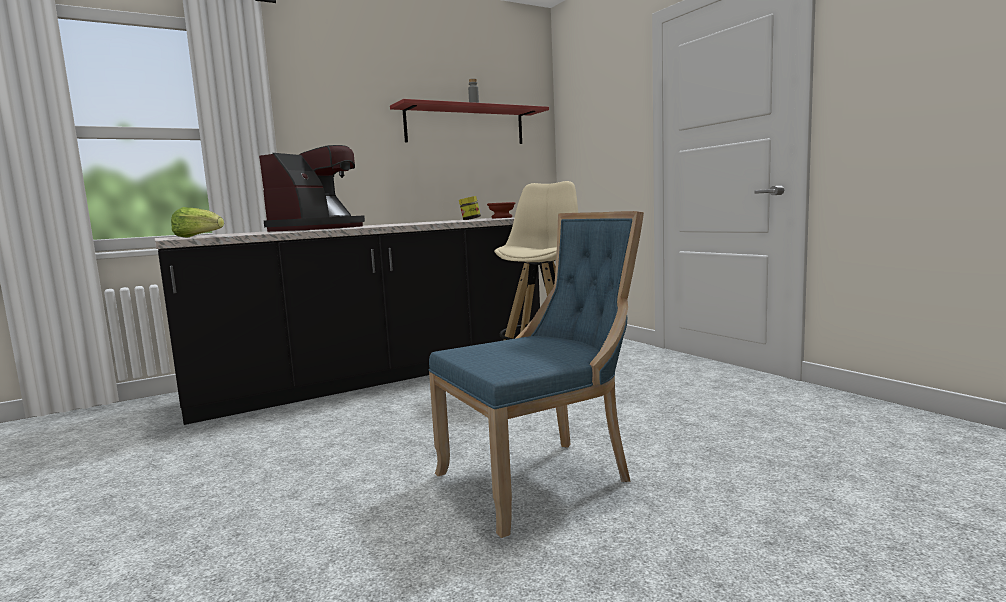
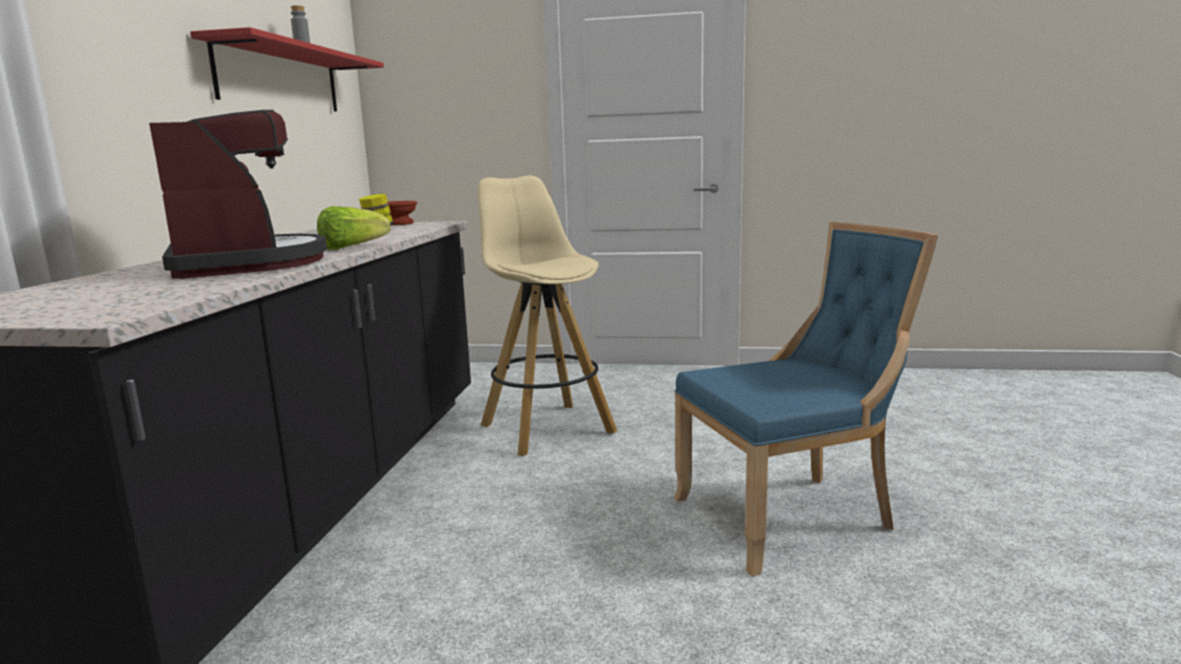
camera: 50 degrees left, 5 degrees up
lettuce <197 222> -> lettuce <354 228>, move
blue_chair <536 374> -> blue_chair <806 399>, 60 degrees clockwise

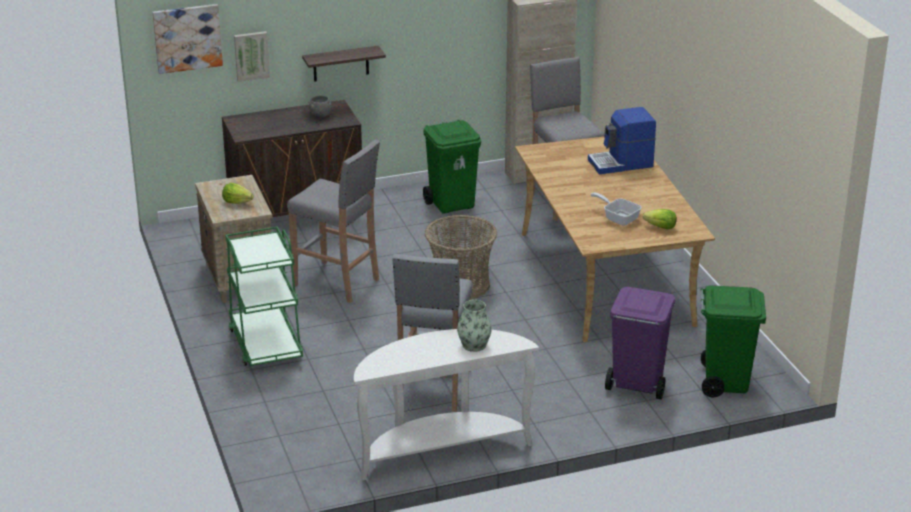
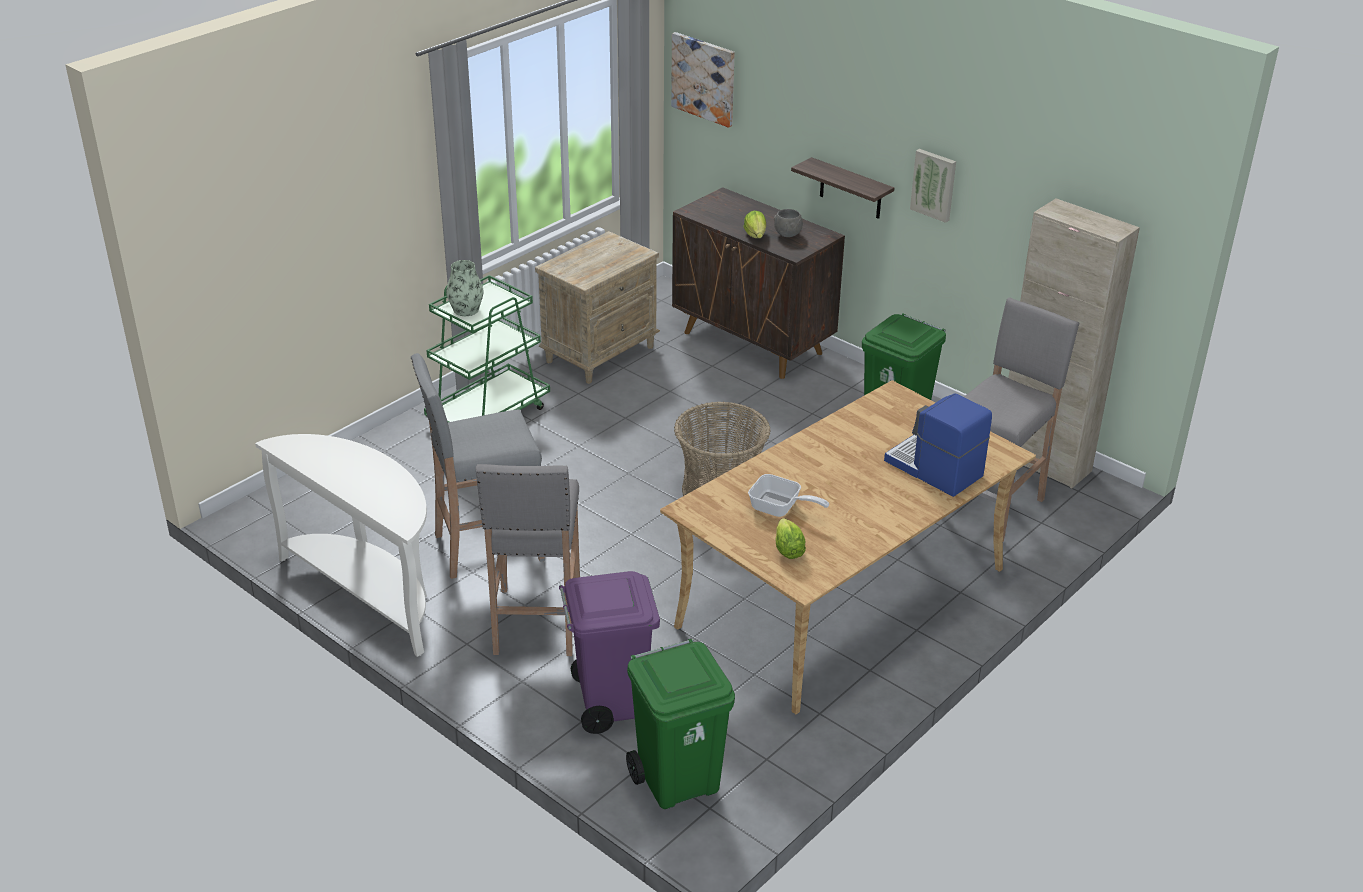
camera: 60 degrees right, 5 degrees up
lettuce <238 193> -> lettuce <754 224>, move
picture <252 56> -> picture <933 186>, move
grey_stool <333 221> -> grey_stool <528 560>, move
vase <474 326> -> vase <464 288>, move
frying_pan <616 209> -> frying_pan <788 495>, 105 degrees clockwise

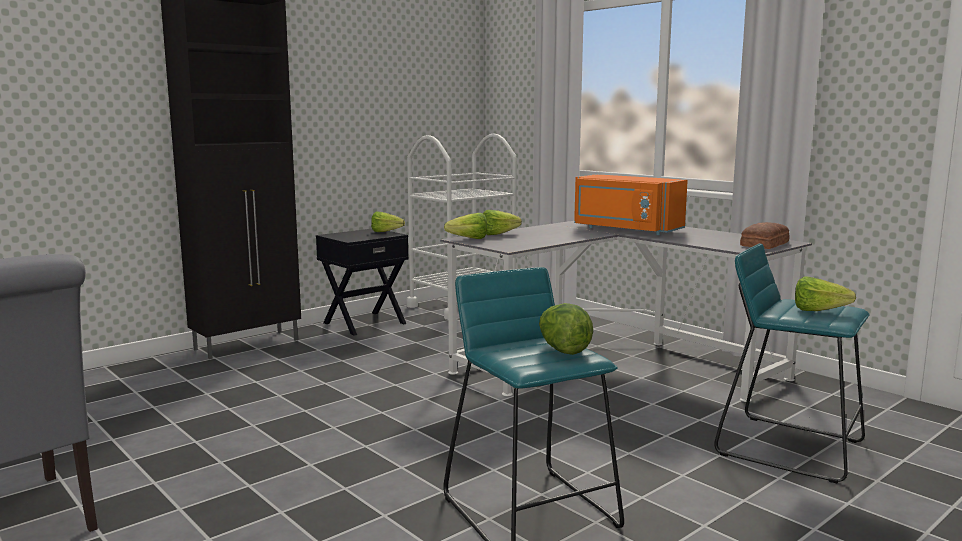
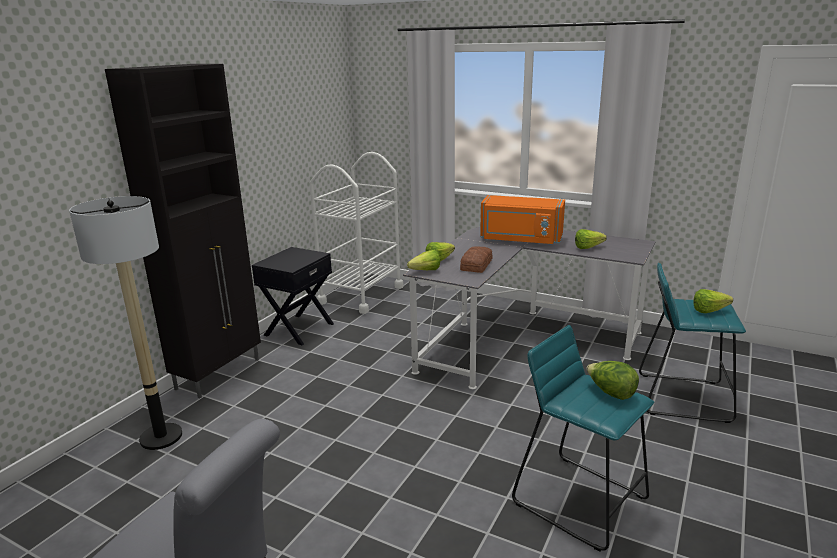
camera: 20 degrees left, 10 degrees up
lettuce <388 222> -> lettuce <591 239>, move
bread <764 235> -> bread <476 259>, move
none -> floor_lamp <125 323>

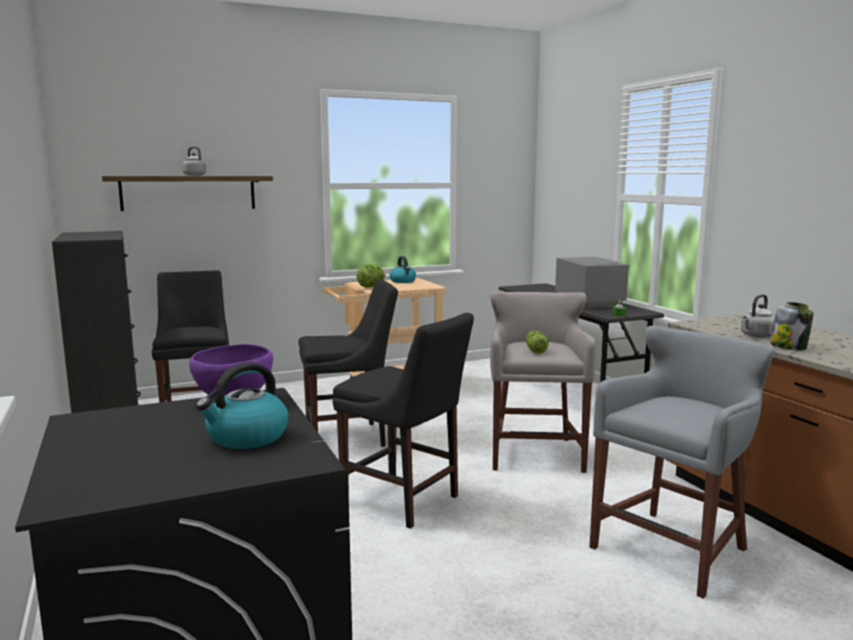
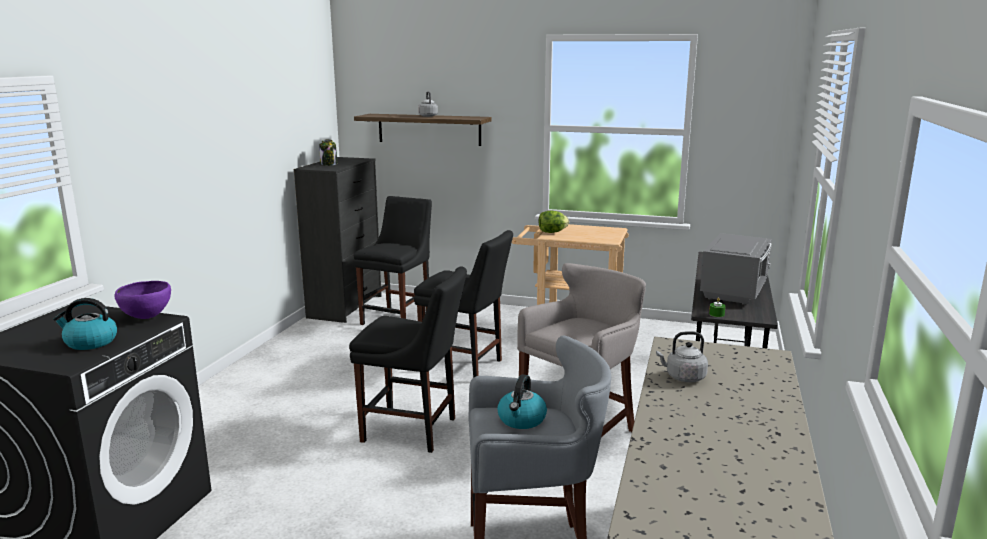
camera: 40 degrees right, 5 degrees up
black_chair <403 421> -> black_chair <408 360>, 60 degrees counterclockwise
kettle <402 269> -> kettle <522 401>, move
lettuce <537 342> -> none
jar <792 326> -> jar <328 152>, move

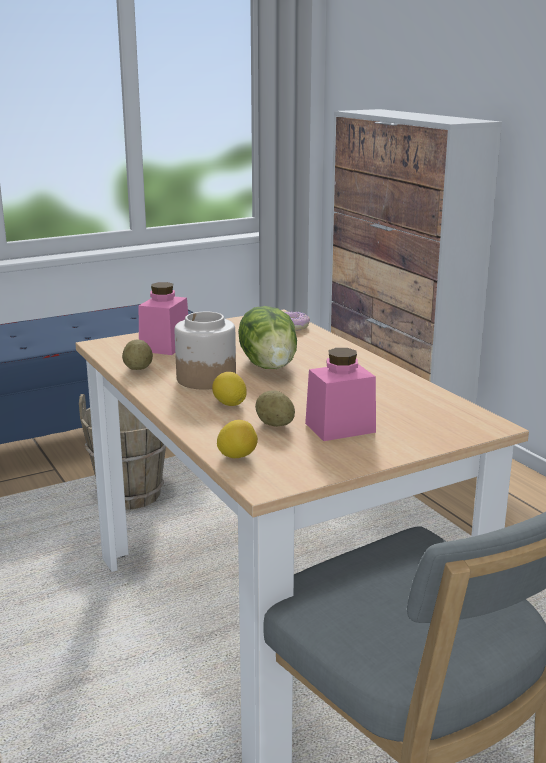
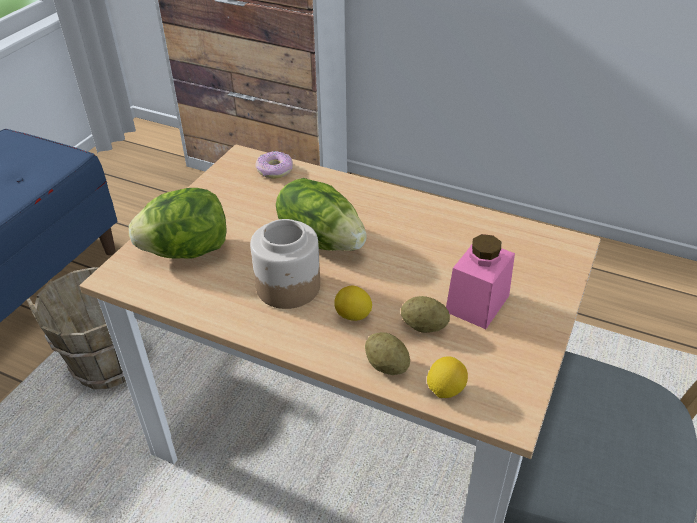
camera: 35 degrees left, 20 degrees up
potato <137 355> -> potato <387 353>, move
pink_jar <163 318> -> lettuce <178 223>

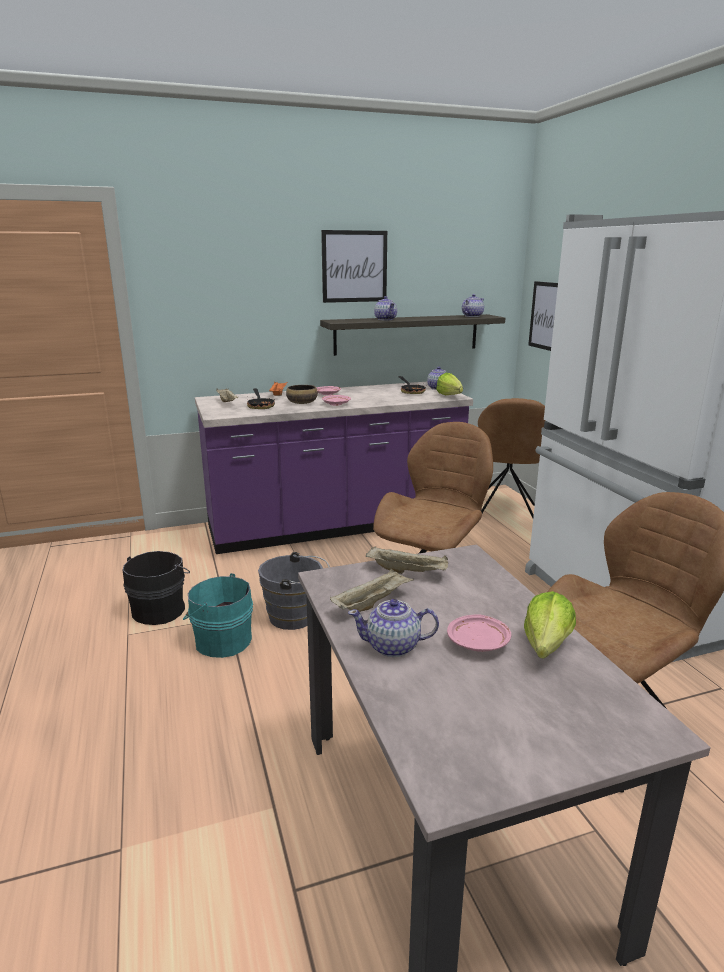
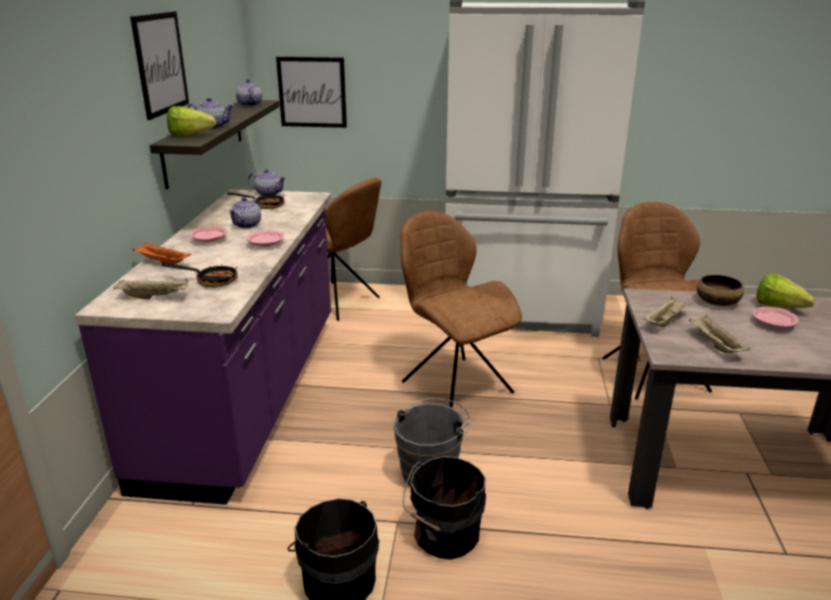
camera: 65 degrees left, 5 degrees up
turquoise_bucket <218 615> -> black_bucket <444 508>
bowl <302 394> -> bowl <720 290>, move
teapot <393 628> -> teapot <245 212>, move
lettuce <449 384> -> lettuce <191 121>, move

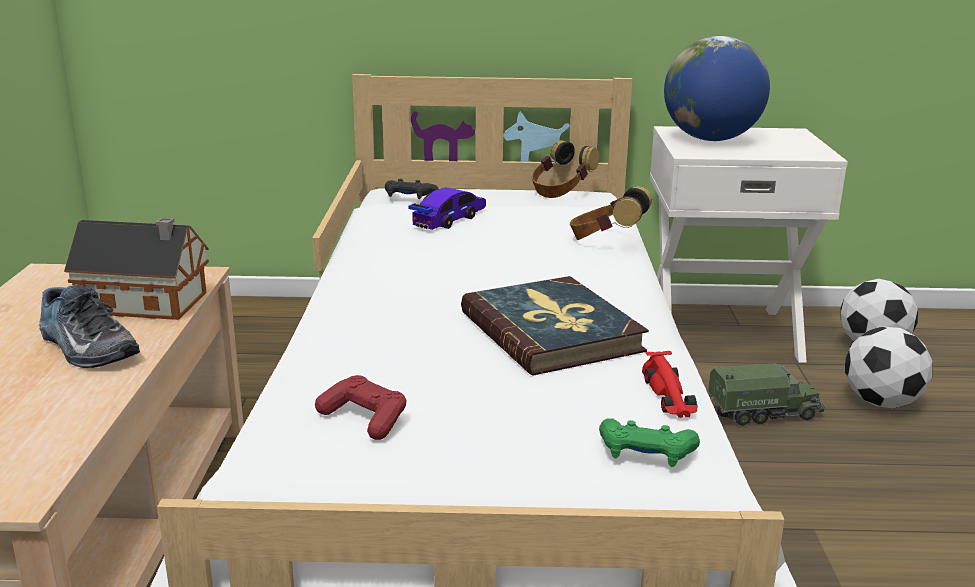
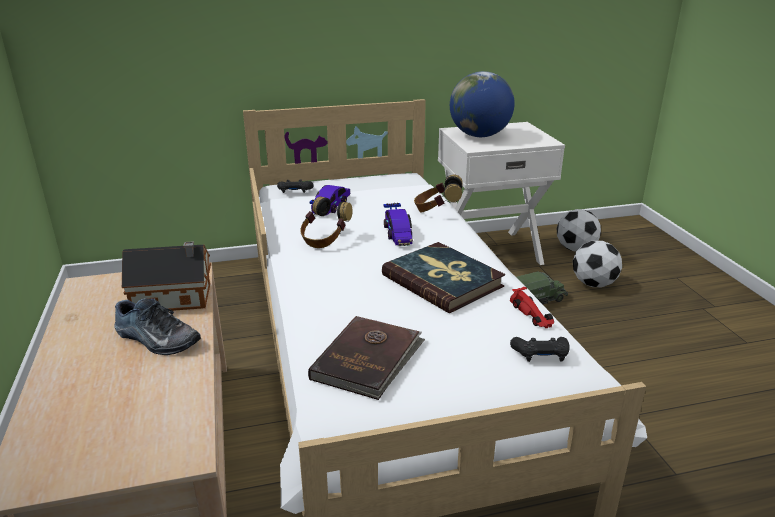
camera: 15 degrees left, 5 degrees up
red_game_controller <360 407> -> brown_book <366 358>
headphones <566 169> -> headphones <326 222>, move
green_game_controller <649 442> -> black_game_controller <540 349>
none -> toy_car <398 224>

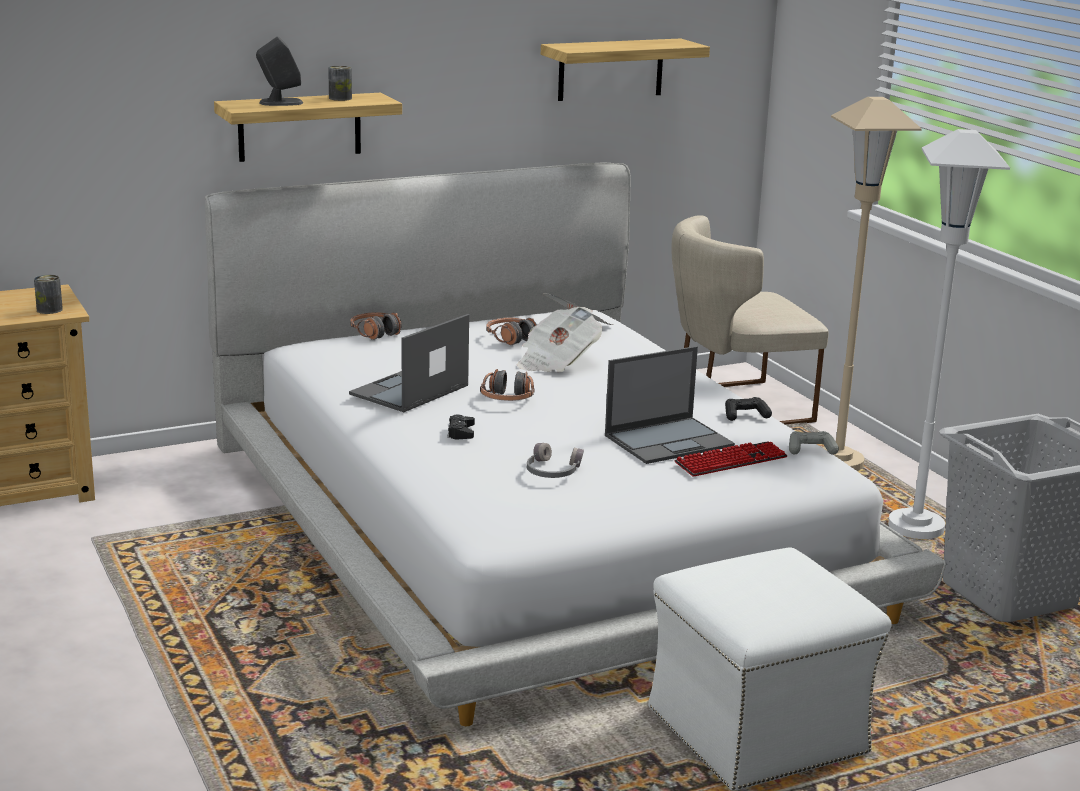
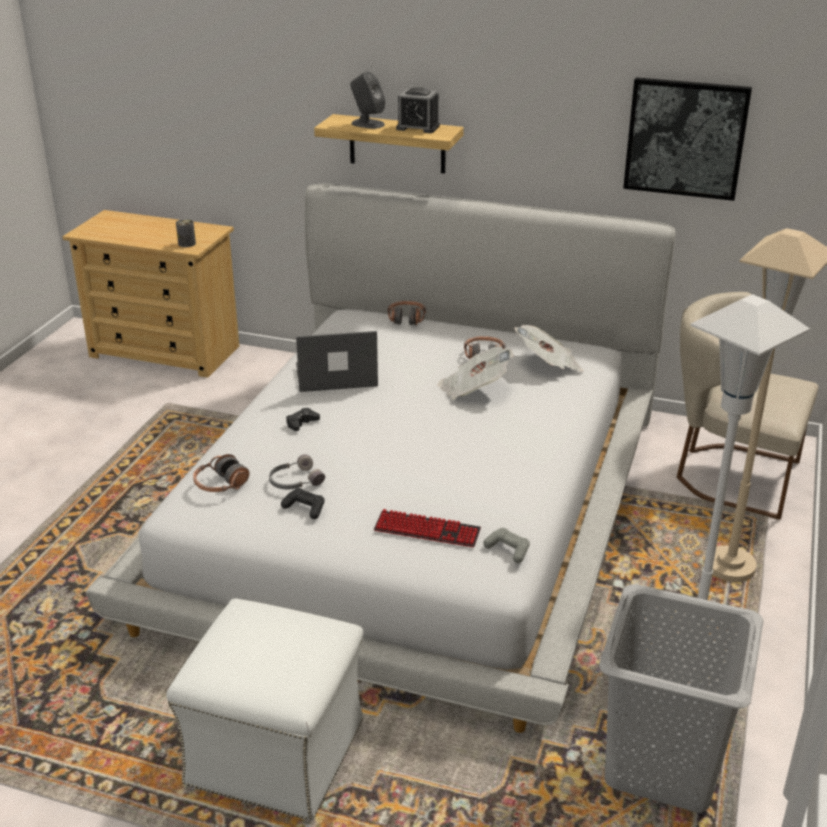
camera: 45 degrees right, 10 degrees up
can <340 83> -> alarm_clock <418 110>
headphones <507 385> -> headphones <221 473>, move
shelf <625 69> -> picture <687 139>
laptop <670 405> -> none
black_game_controller <748 409> -> black_game_controller <303 503>, move

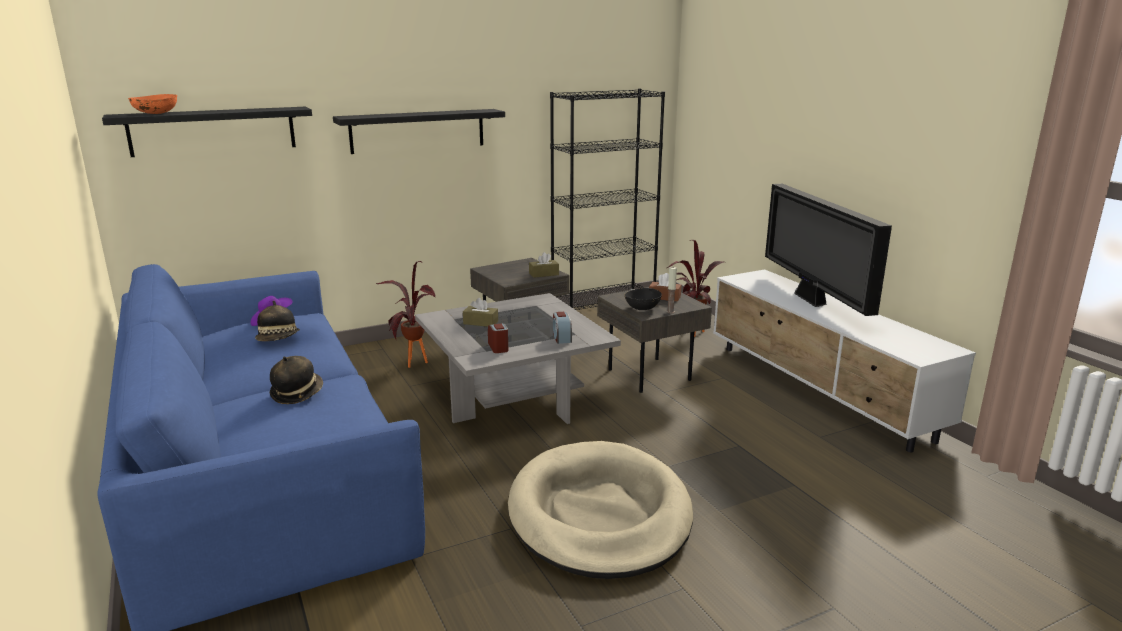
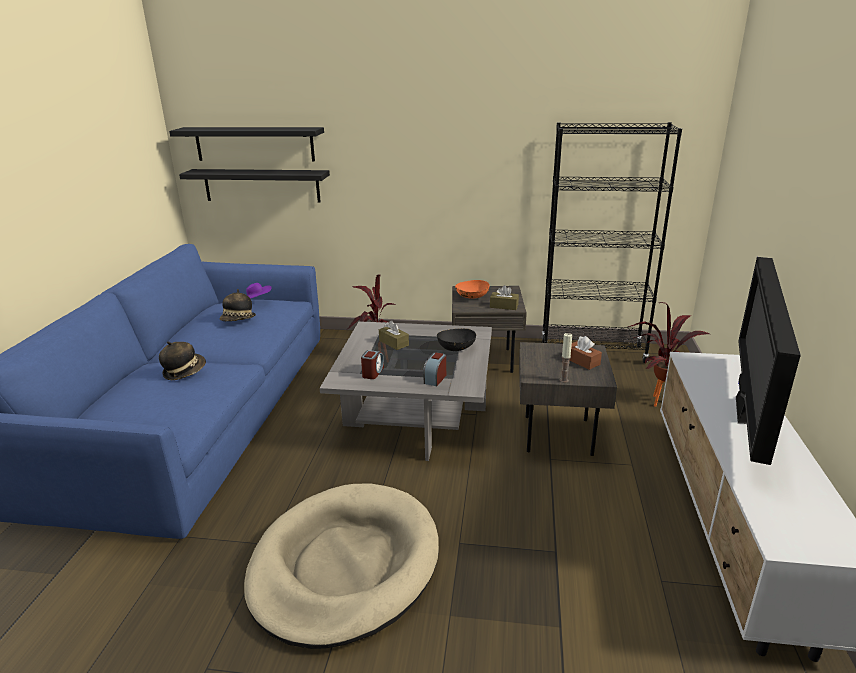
camera: 35 degrees right, 5 degrees up
orange_bowl <152 104> -> orange_bowl <472 289>, move
black_shelf <419 131> -> black_shelf <254 186>, move
black_bowl <643 299> -> black_bowl <456 339>, move

